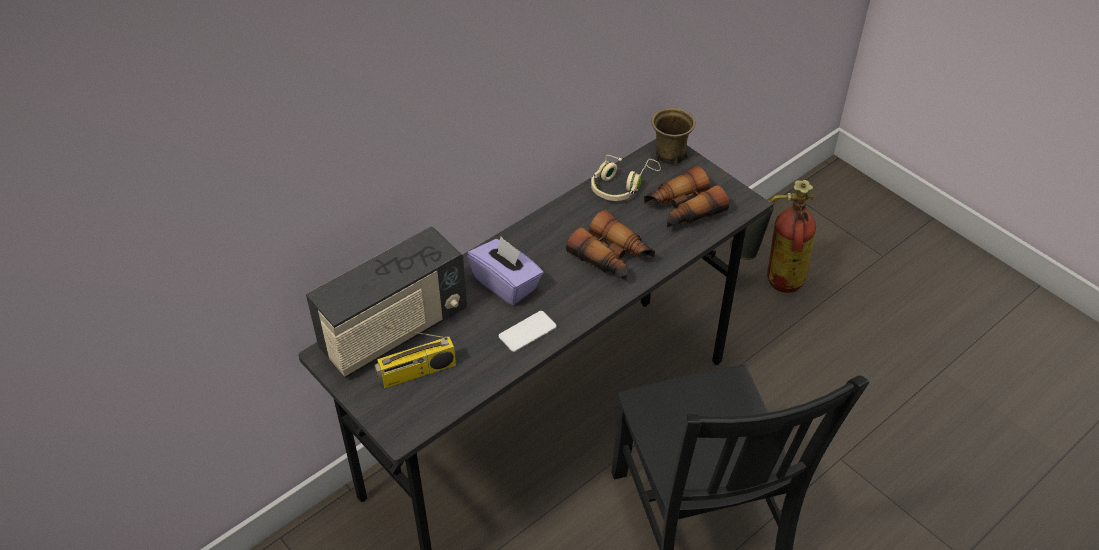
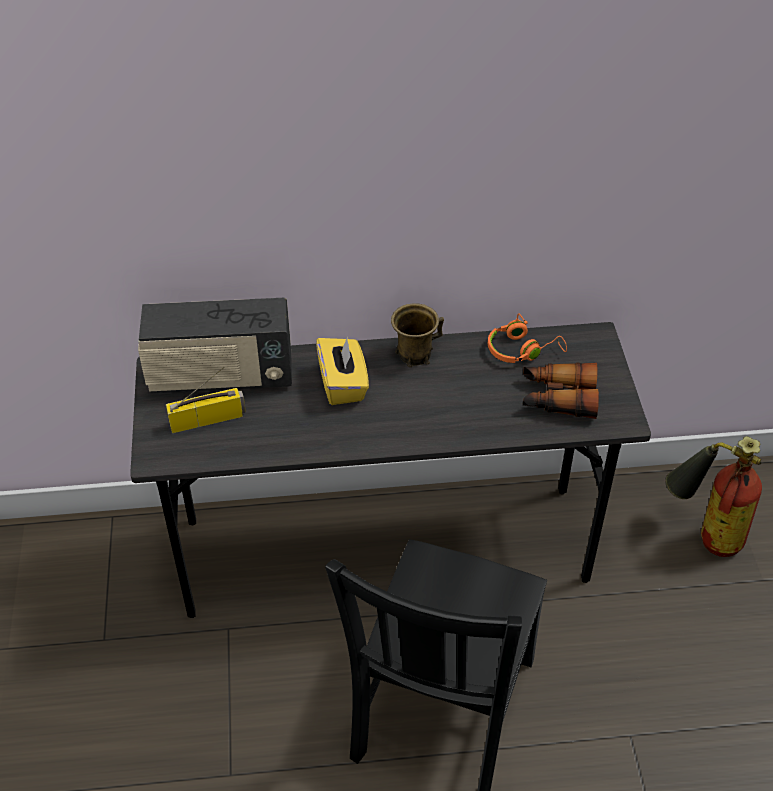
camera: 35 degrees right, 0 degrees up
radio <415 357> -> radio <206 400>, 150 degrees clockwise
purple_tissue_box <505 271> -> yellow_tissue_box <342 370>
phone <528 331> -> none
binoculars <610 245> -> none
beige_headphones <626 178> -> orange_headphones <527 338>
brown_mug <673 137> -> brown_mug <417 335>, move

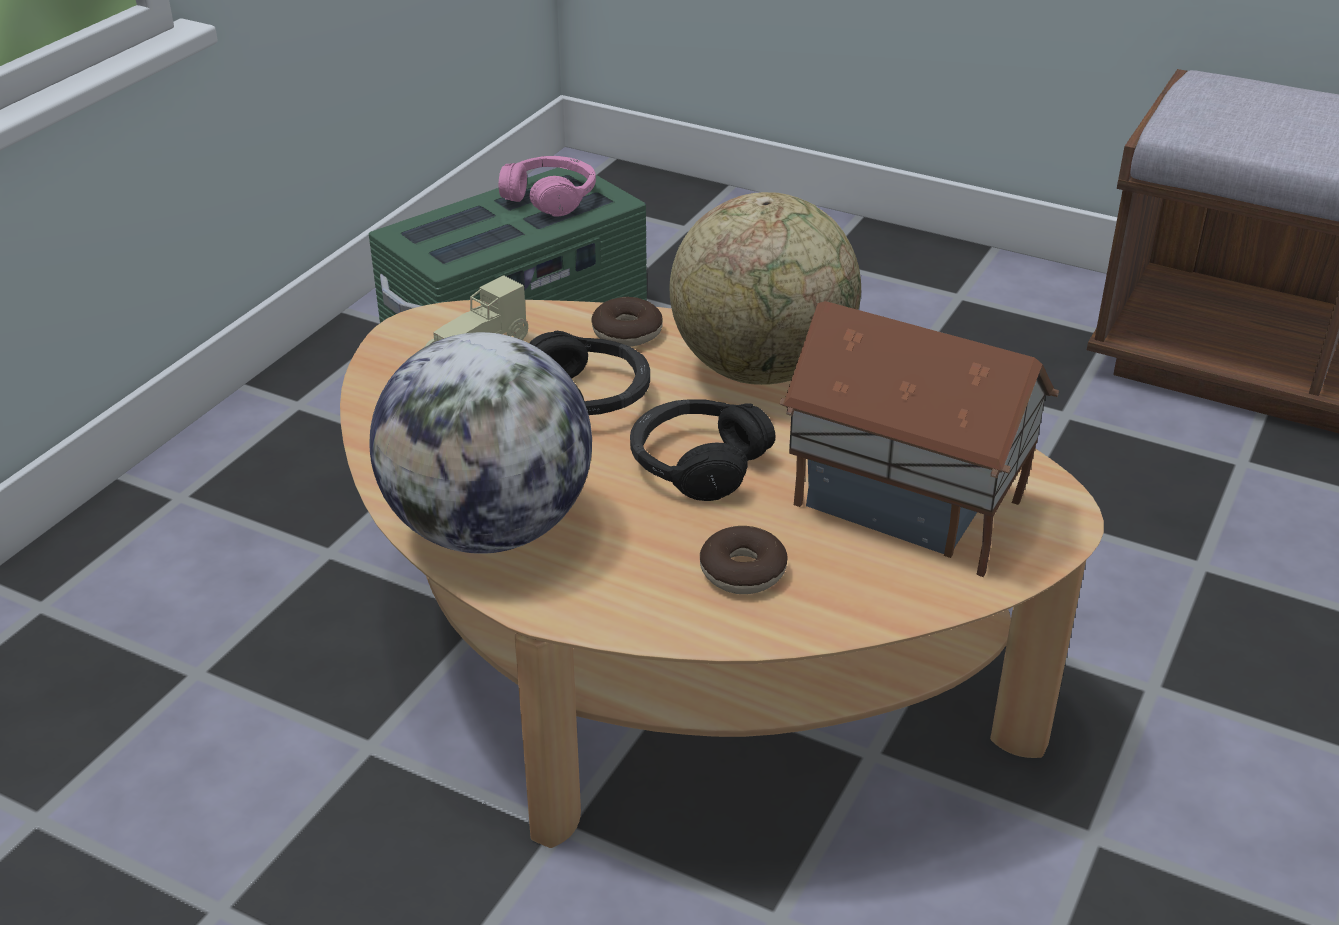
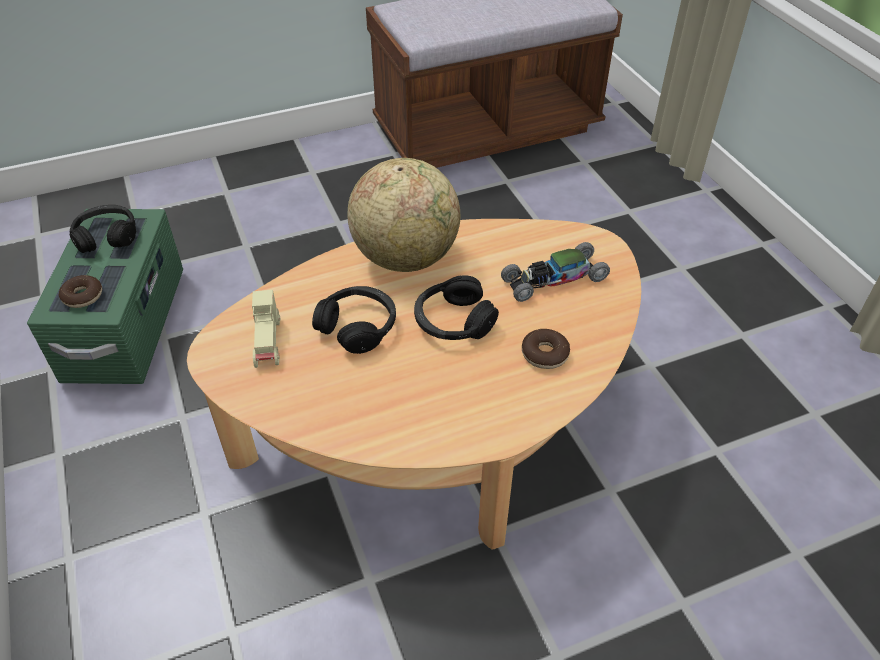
camera: 50 degrees left, 10 degrees up
globe <480 443> -> none
pink_headphones <547 186> -> black_headphones <102 229>
donut <627 322> -> donut <80 291>, move
toy_house <919 439> -> toy_car <555 272>

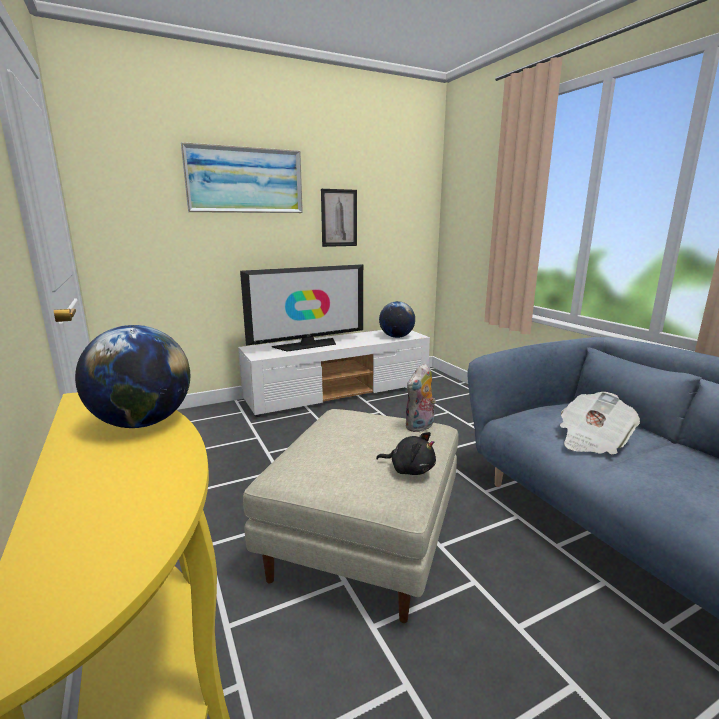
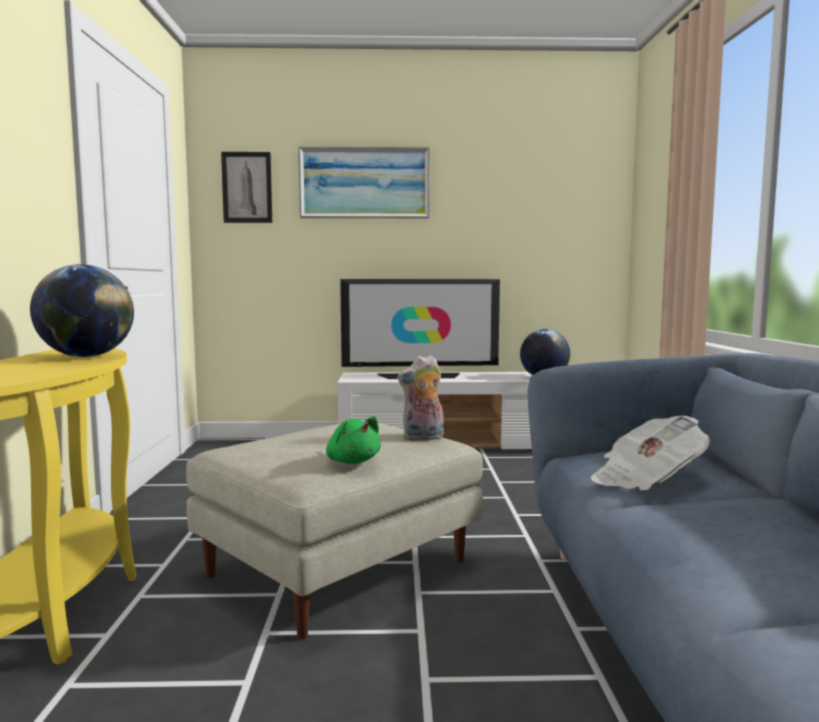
camera: 25 degrees right, 10 degrees down
picture <339 218> -> picture <246 187>, move
black_plush_toy <406 453> -> green_plush_toy <353 440>

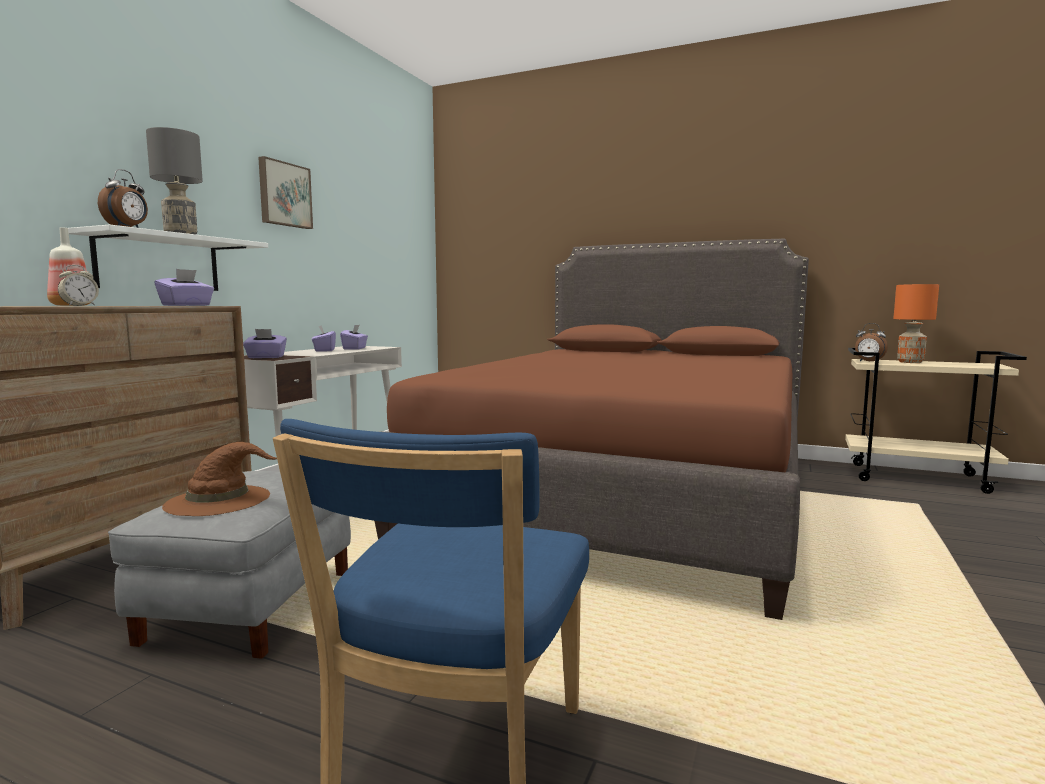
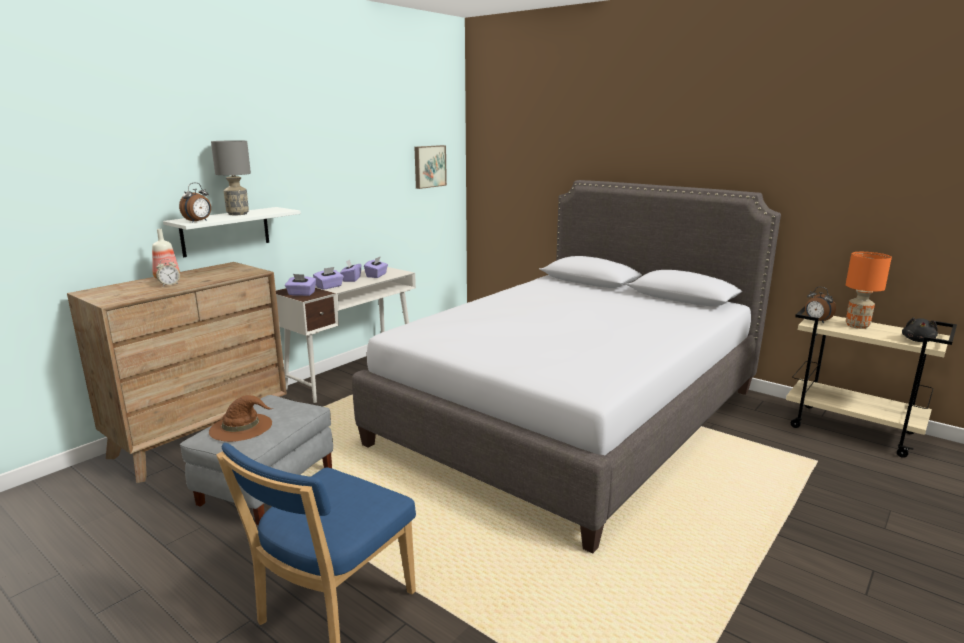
camera: 15 degrees right, 10 degrees up
purple_tissue_box <184 287> -> purple_tissue_box <328 278>, move
picture <285 192> -> picture <431 167>, move
brown_bed <592 429> -> grey_bed <566 367>
none -> black_plush_toy <920 329>

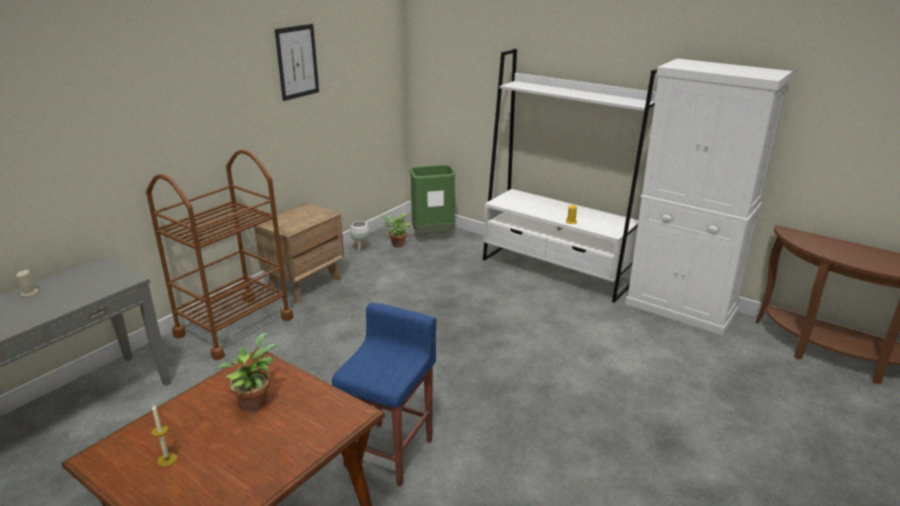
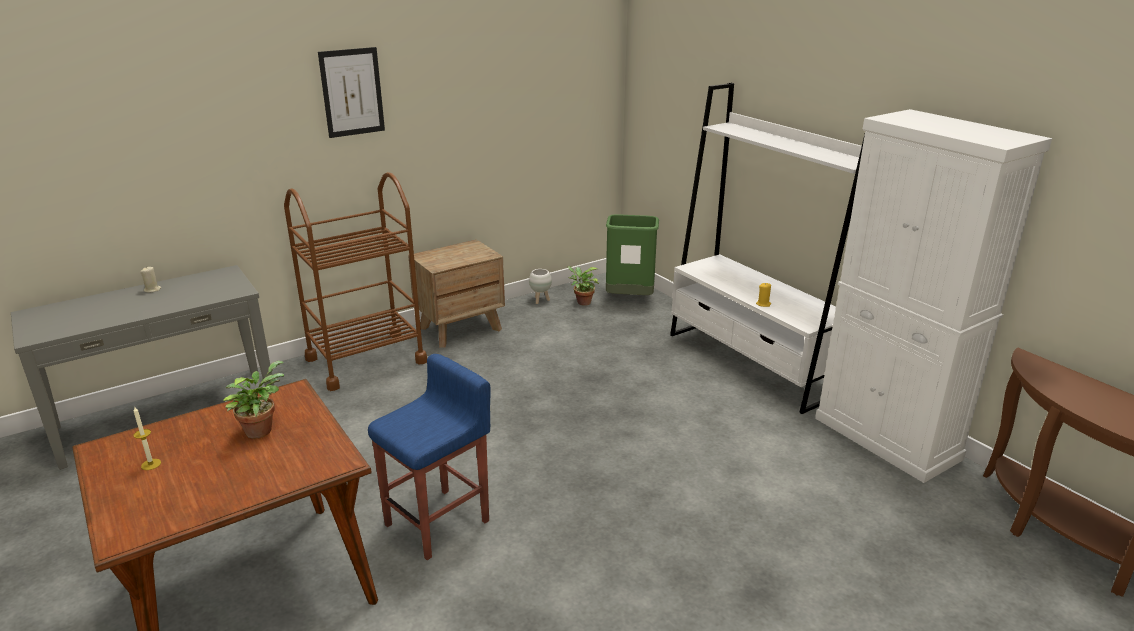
camera: 20 degrees right, 0 degrees up
picture <297 62> -> picture <351 92>, move

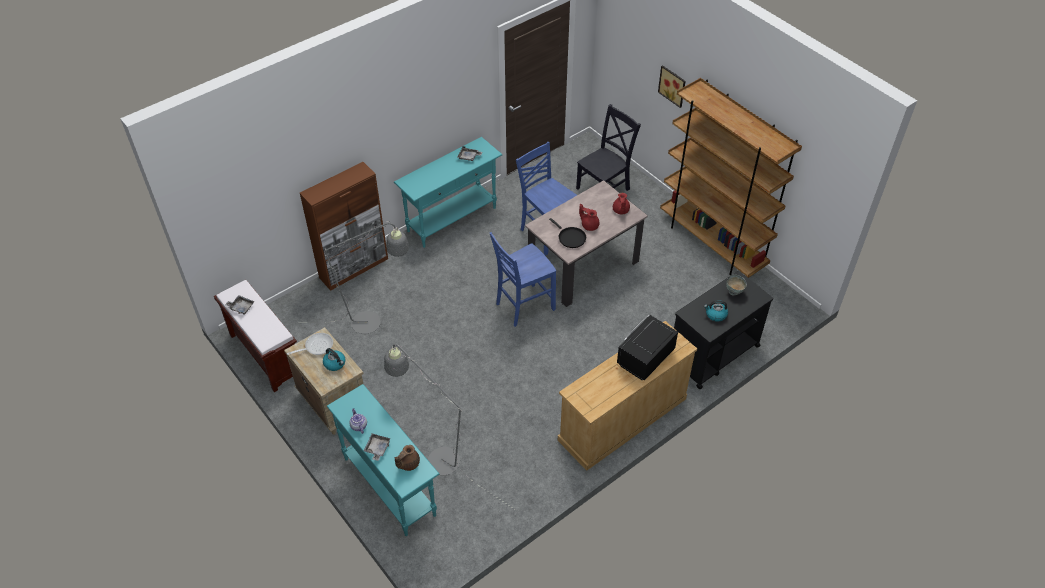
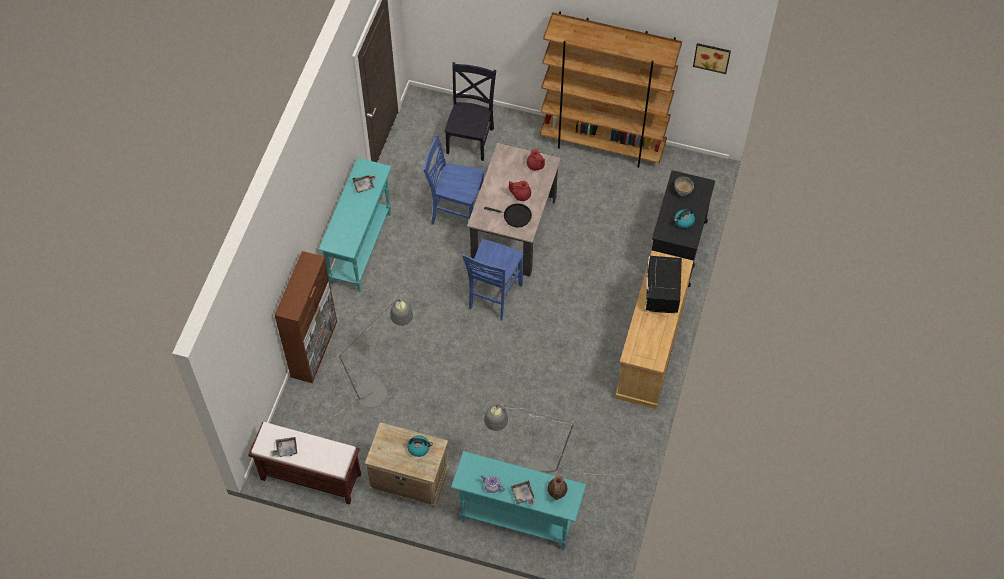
camera: 35 degrees left, 10 degrees up
frying_pan <310 344> -> none
picture <672 86> -> picture <712 58>, move

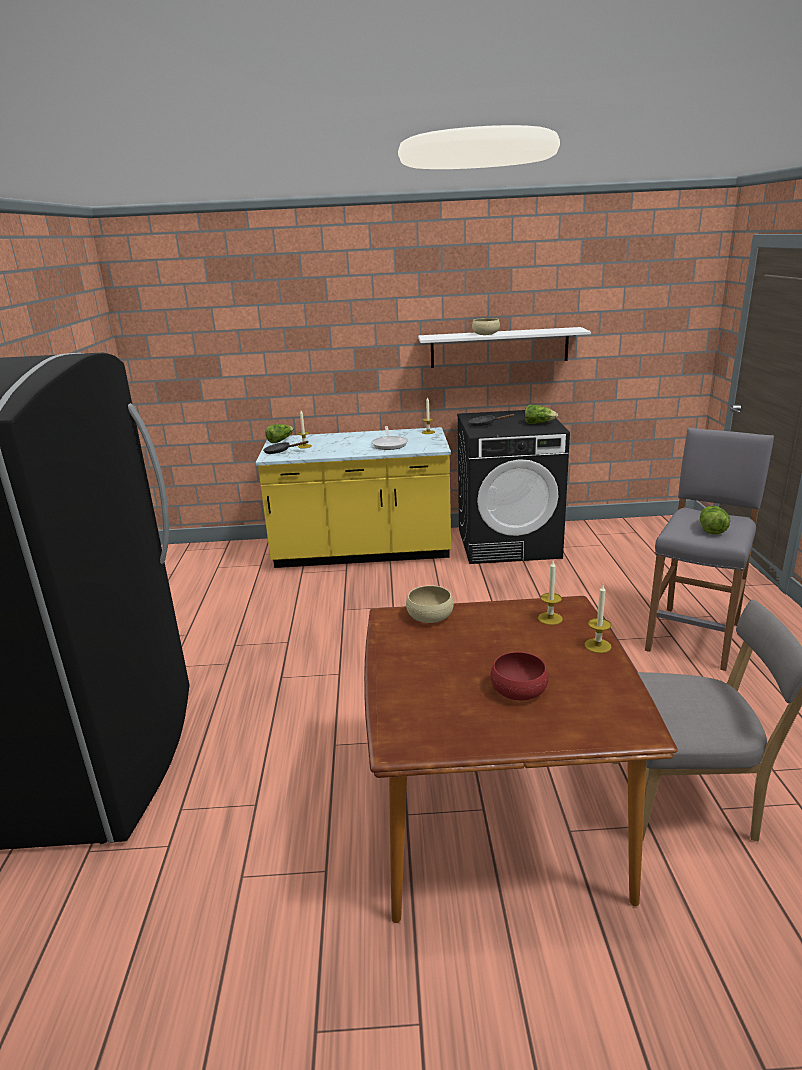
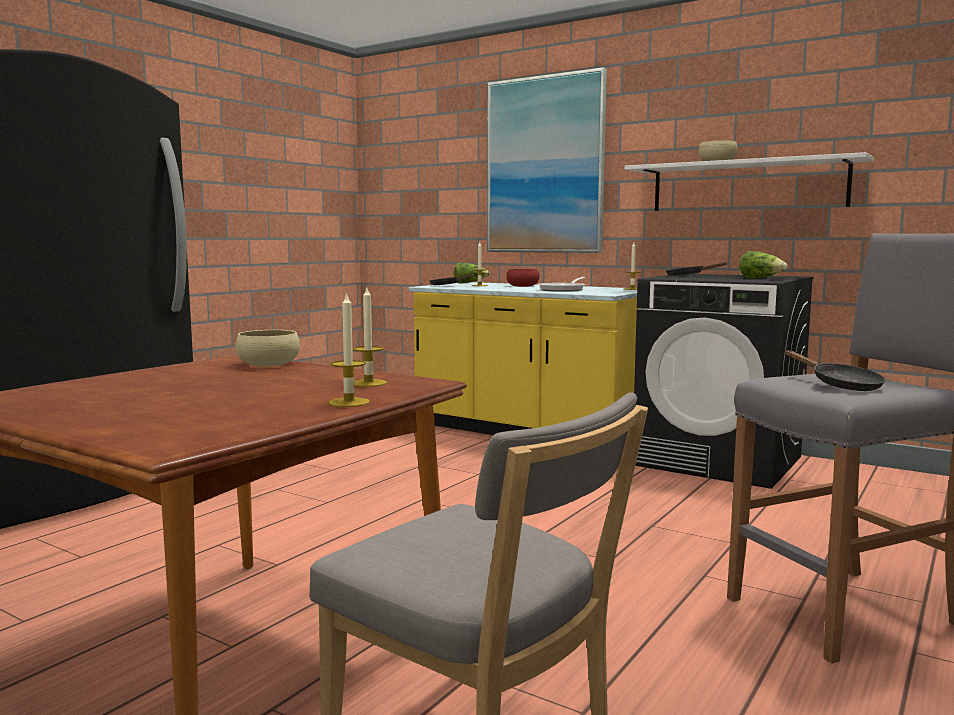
camera: 35 degrees right, 15 degrees down
red_bowl <519 676> -> red_bowl <522 278>, move
lettuce <715 520> -> black_frying_pan <835 370>
none -> picture <547 160>

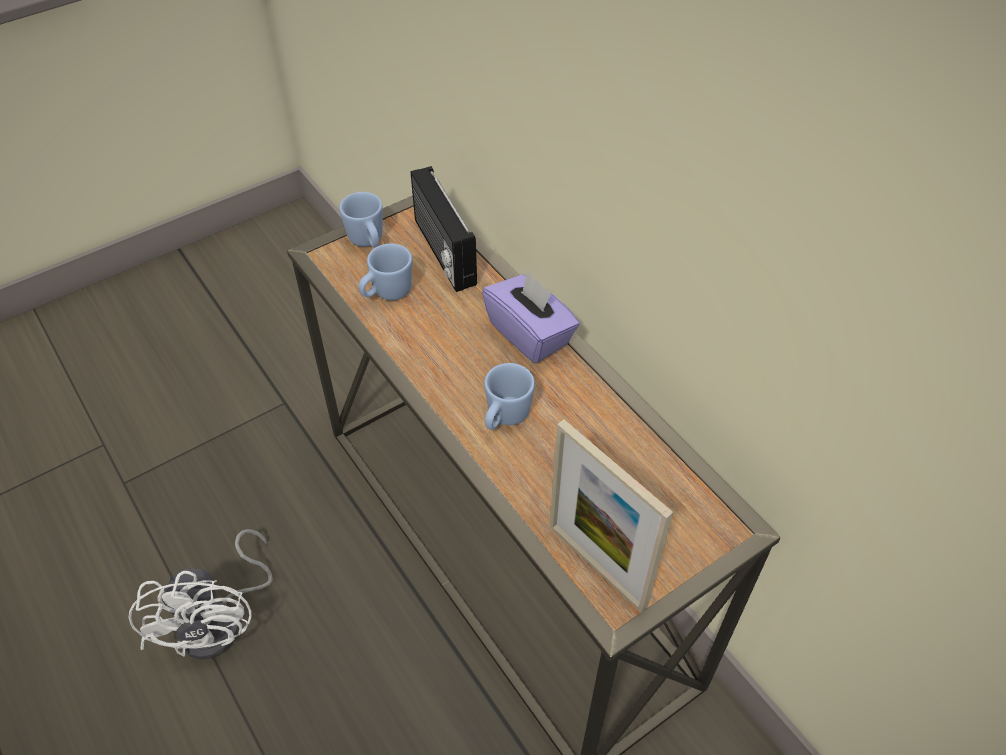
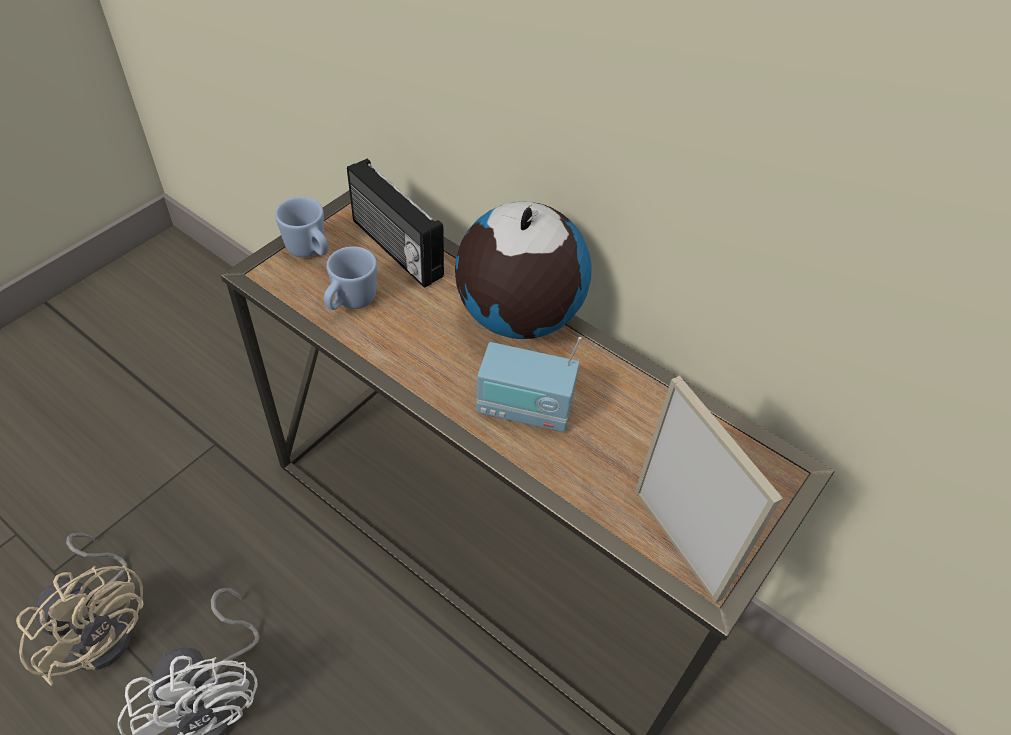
camera: 20 degrees left, 0 degrees up
purple_tissue_box <531 317> -> globe <523 270>
blue_mug <509 396> -> radio <529 384>
picture_frame <611 516> -> picture_frame <709 489>, 150 degrees counterclockwise
none -> beige_fan <80 609>

